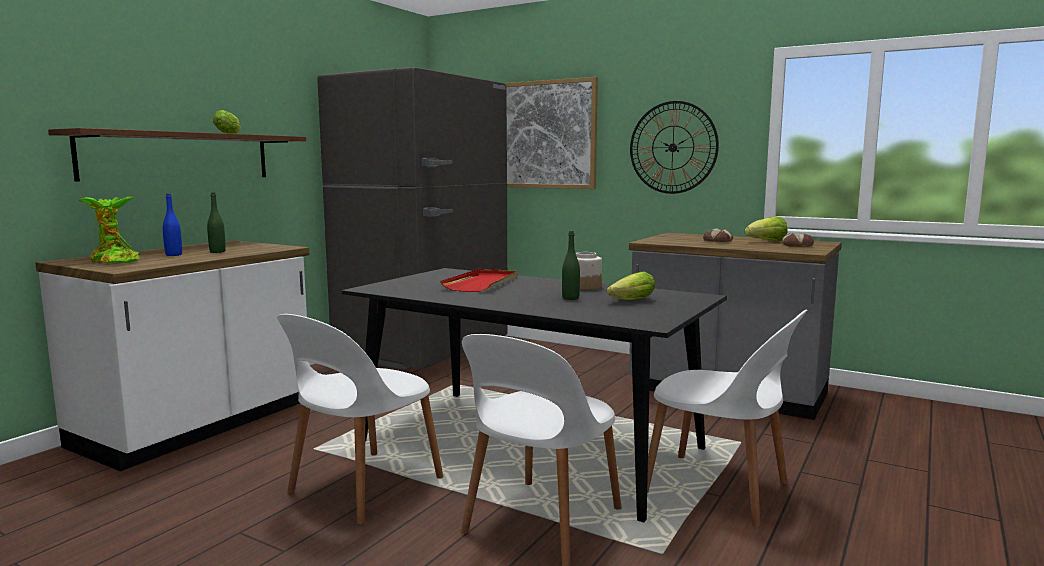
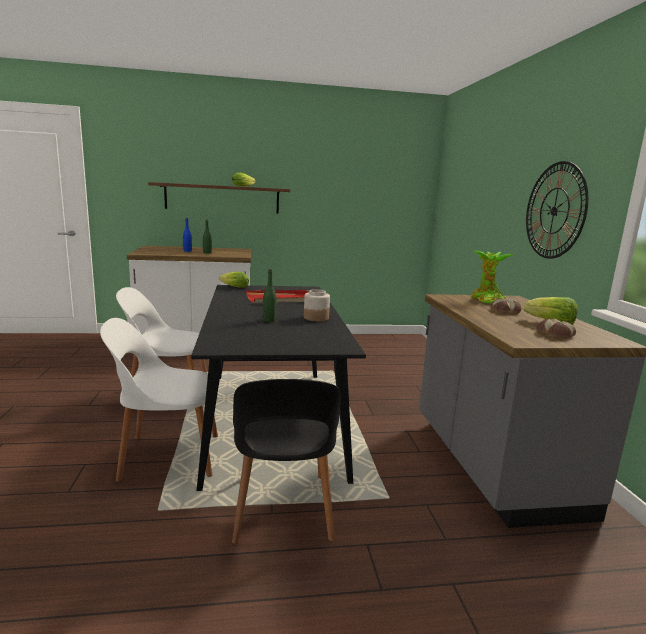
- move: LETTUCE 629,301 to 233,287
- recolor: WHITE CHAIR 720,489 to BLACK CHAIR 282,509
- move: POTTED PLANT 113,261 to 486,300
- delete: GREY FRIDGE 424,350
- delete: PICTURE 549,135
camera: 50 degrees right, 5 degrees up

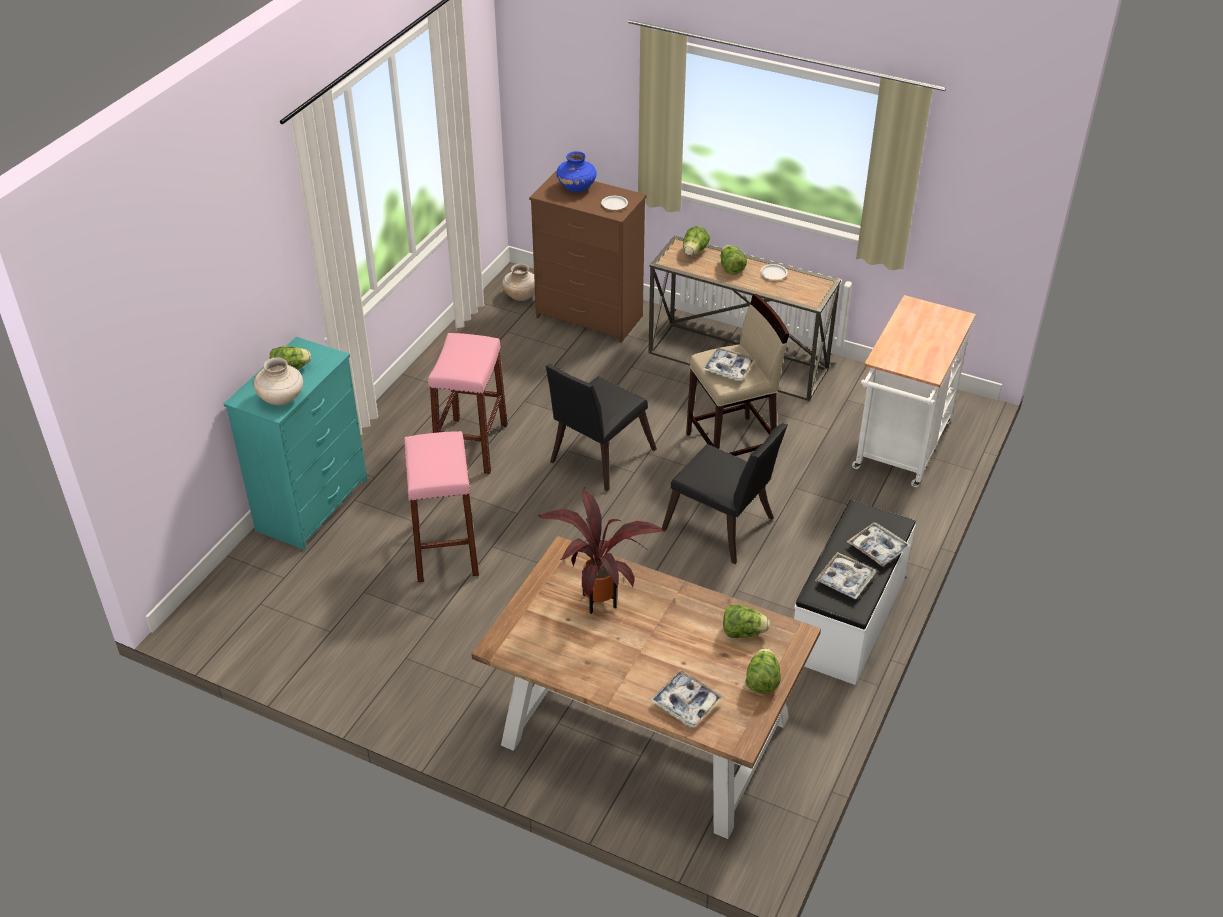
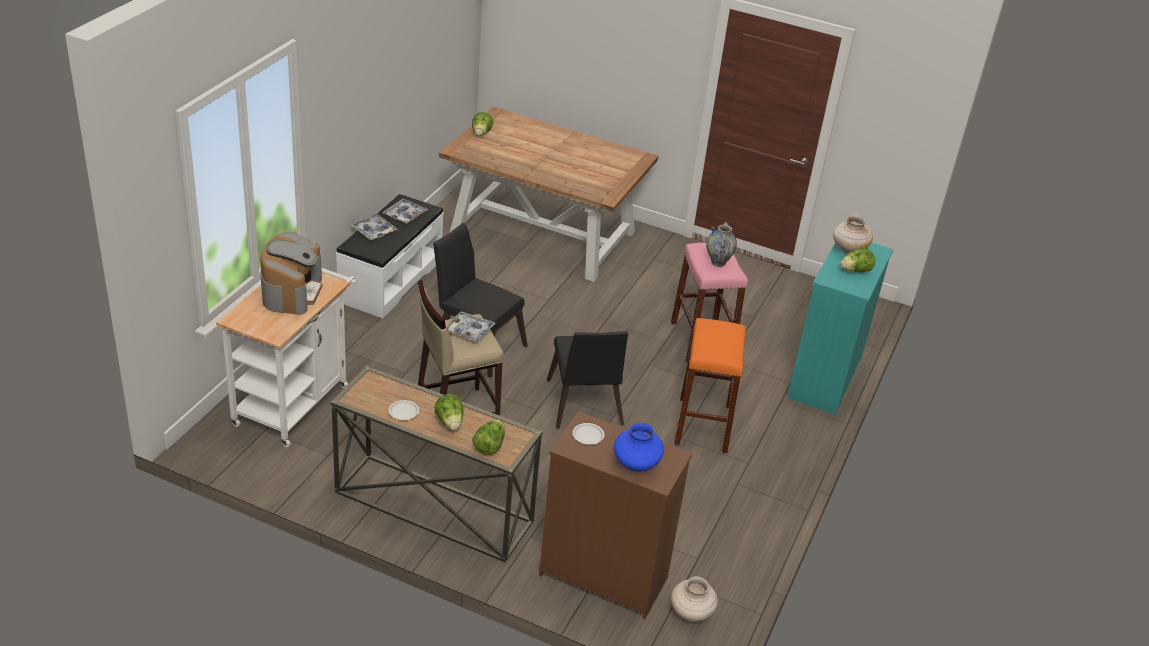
- insert: COFFEE MACHINE 292,292
- rotate: BLACK CHAIR 597,459 = 584,407 135 degrees clockwise
- recolor: PINK STOOL 471,445 to ORANGE STOOL 703,425
- insert: VASE 718,263
- delete: POTTED PLANT 600,598
- delete: TRAY 686,703
- delete: LETTUCE 743,632
camera: 175 degrees right, 5 degrees down

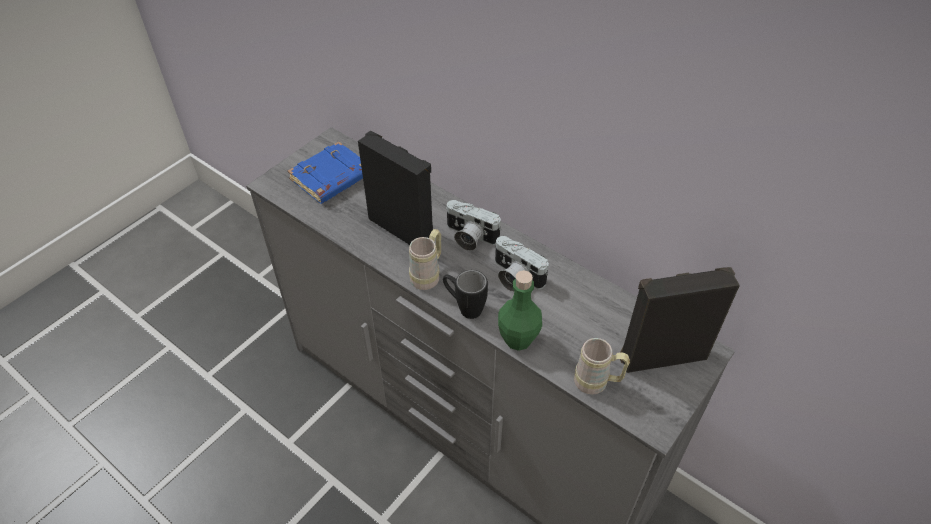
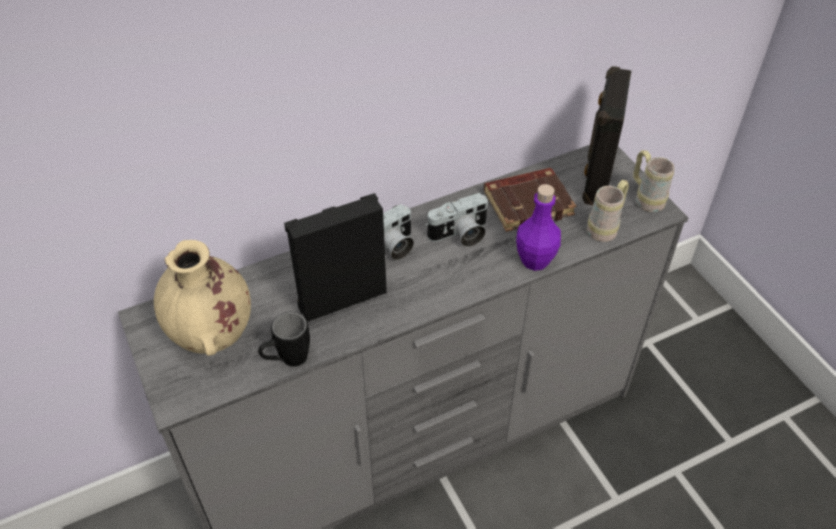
- replace: BLUE BOOK 331,178 to BEIGE VASE 213,337
- move: BLACK MUG 464,307 to 287,361
- insert: BROWN BOOK 528,203
- recolor: GREEN BOTTLE 518,339 to PURPLE BOTTLE 535,260
- move: BEIGE MUG 428,275 to 645,198
camera: 65 degrees left, 0 degrees up

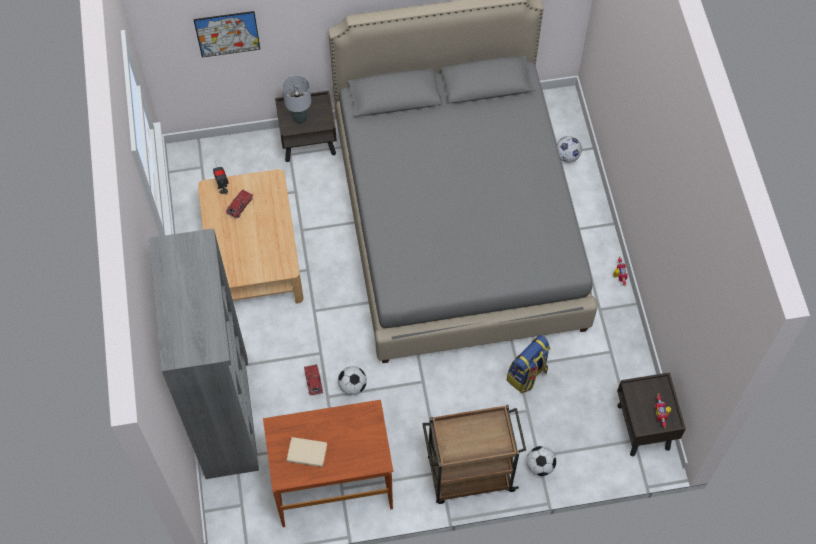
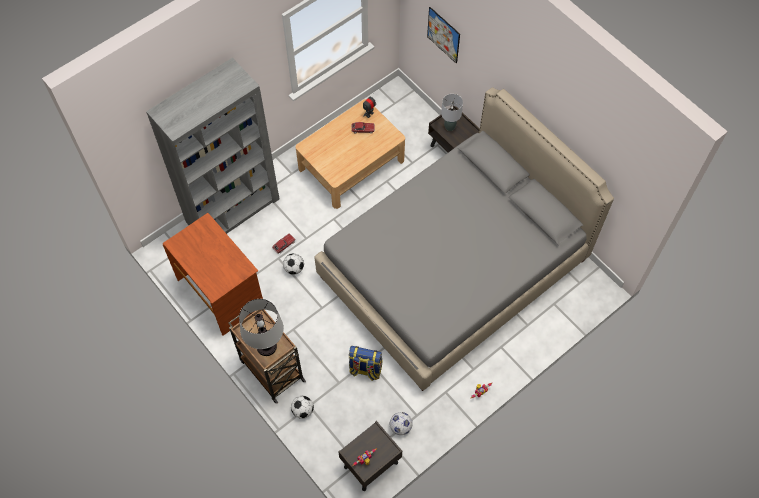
- insert: TABLE LAMP 267,346
- move: FOOTBALL 567,156 to 400,426
- delete: BEIGE BOOK 307,453
camera: 60 degrees right, 0 degrees up

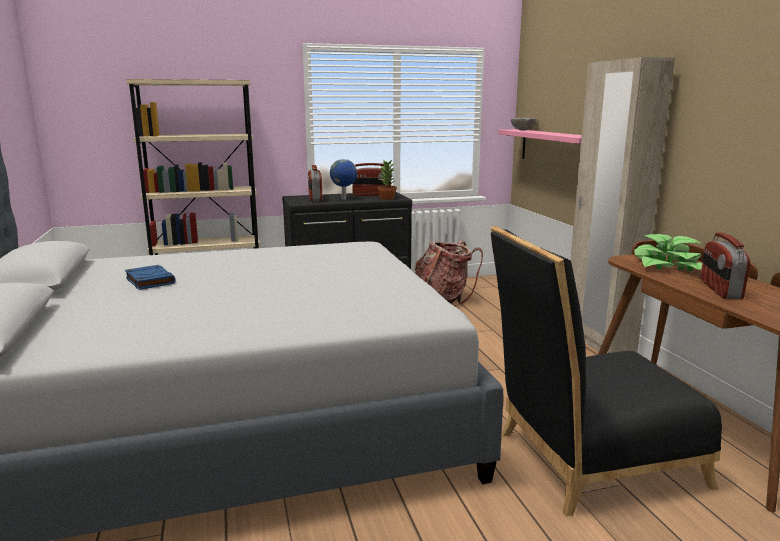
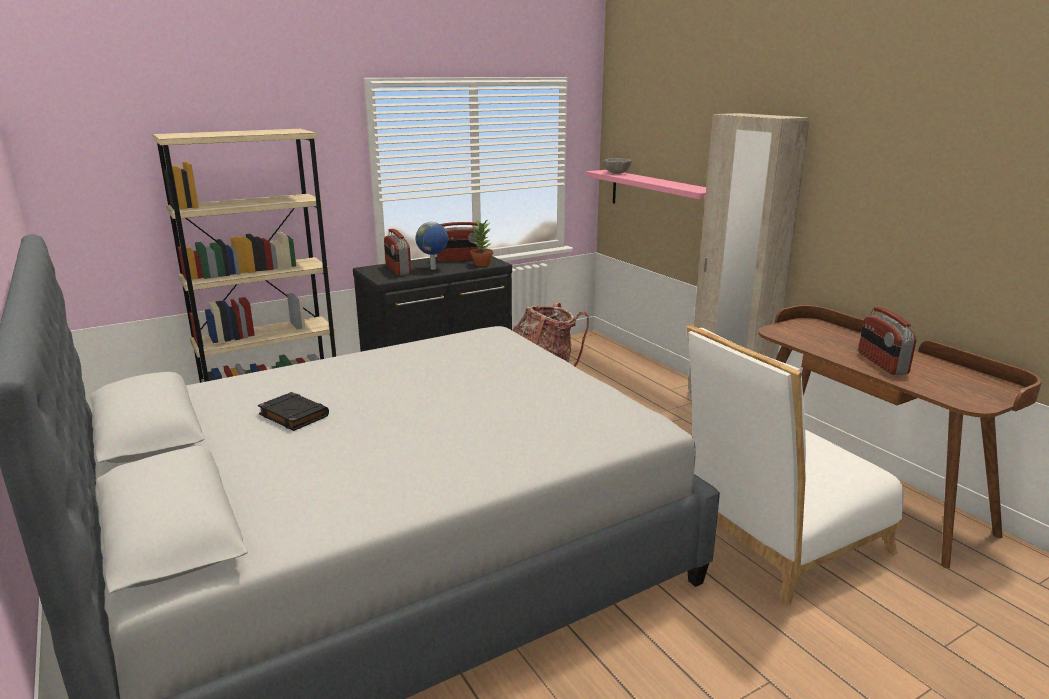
- recolor: BLUE BOOK 149,281 to BLACK BOOK 293,415
- recolor: BLACK CHAIR 588,461 to WHITE CHAIR 778,544
- delete: POTTED PLANT 668,266
camera: 15 degrees left, 5 degrees up

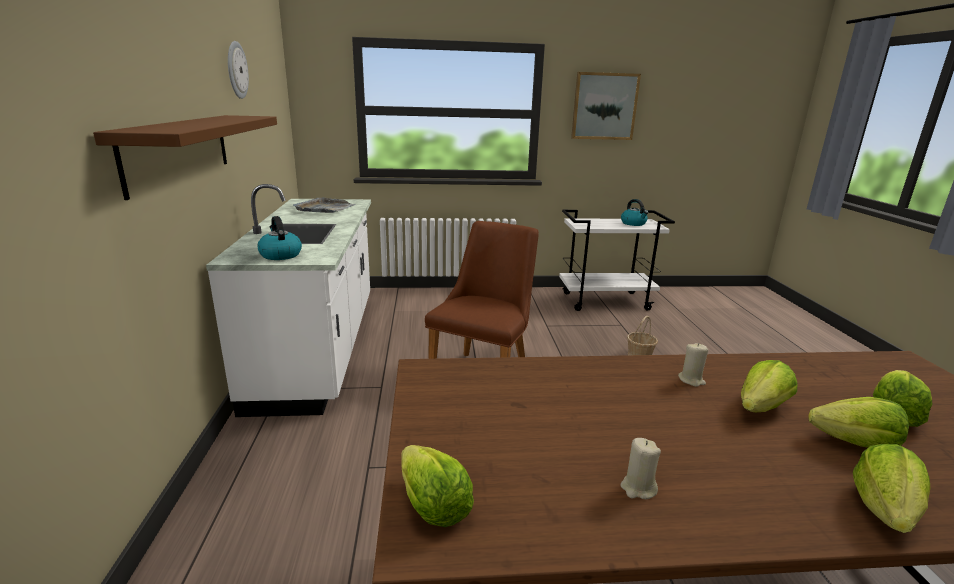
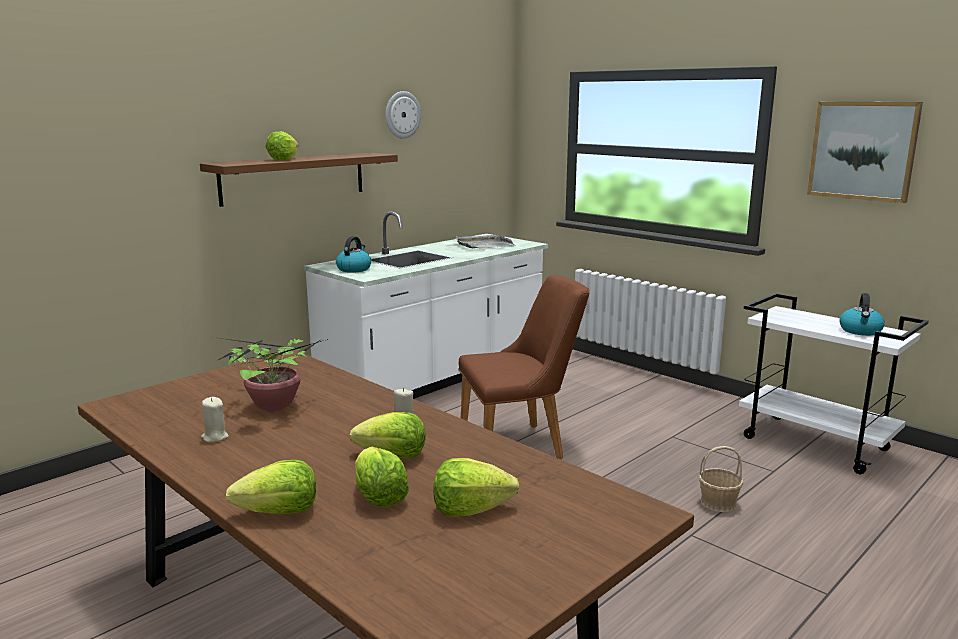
- insert: POTTED PLANT 272,405
- move: LETTUCE 432,506 to 283,159
camera: 50 degrees right, 5 degrees down

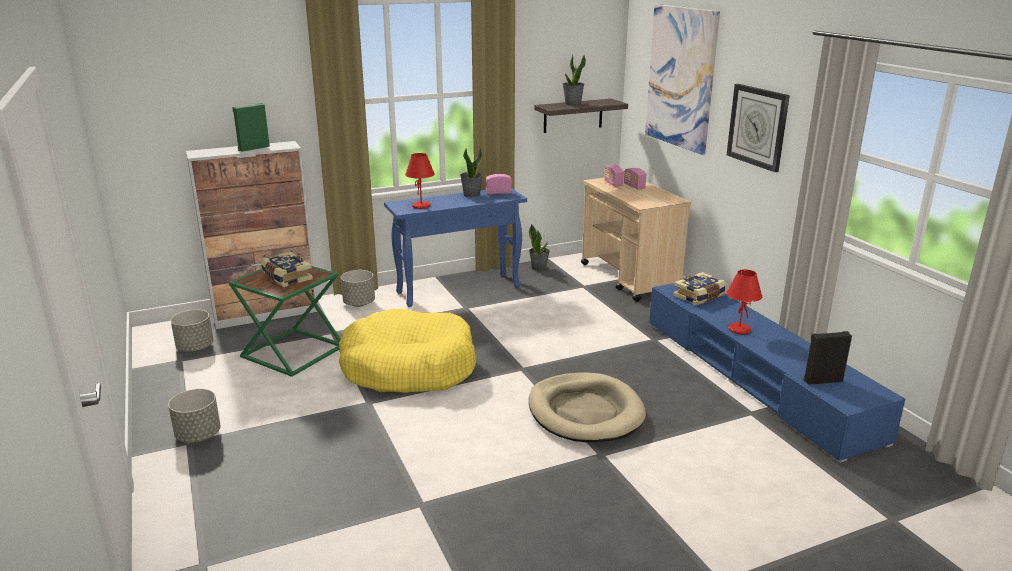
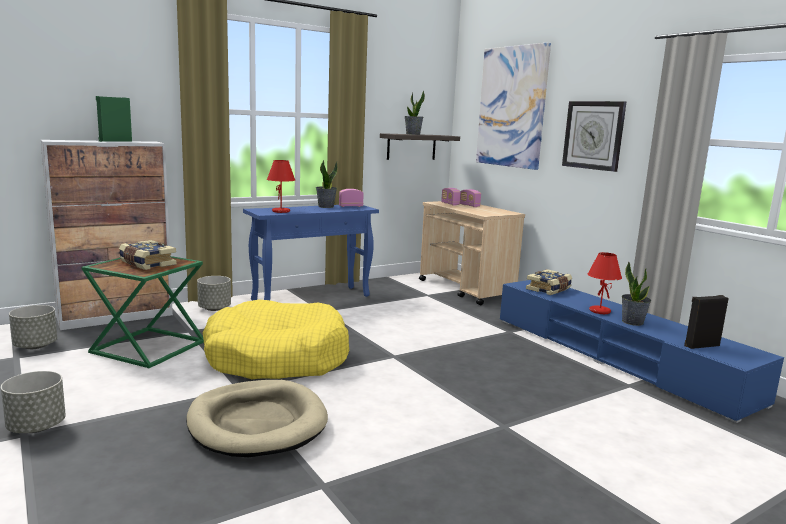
- move: BEIGE DOG BED 585,412 to 257,423
- move: POTTED PLANT 539,268 to 632,322
camera: 10 degrees left, 10 degrees down

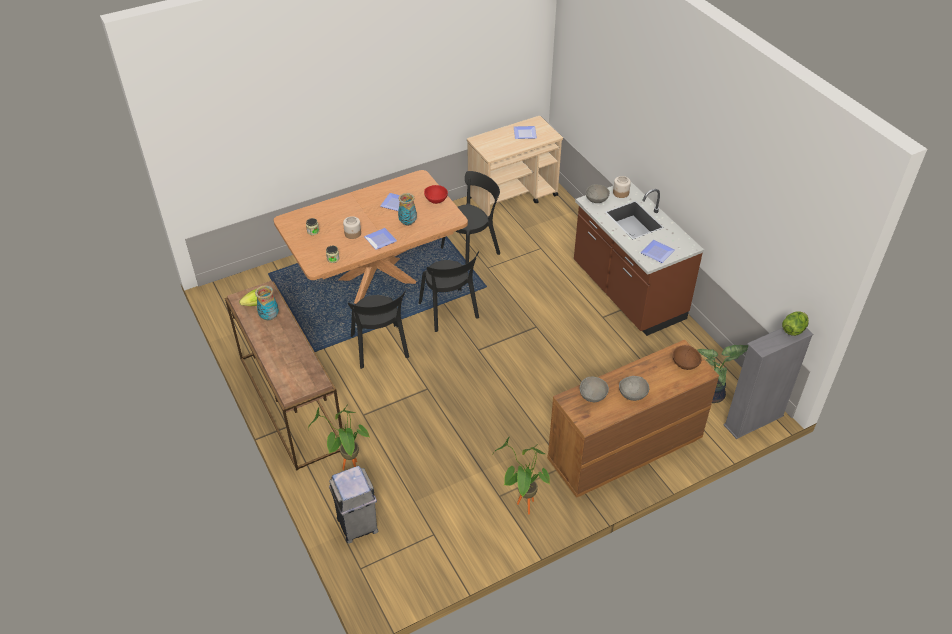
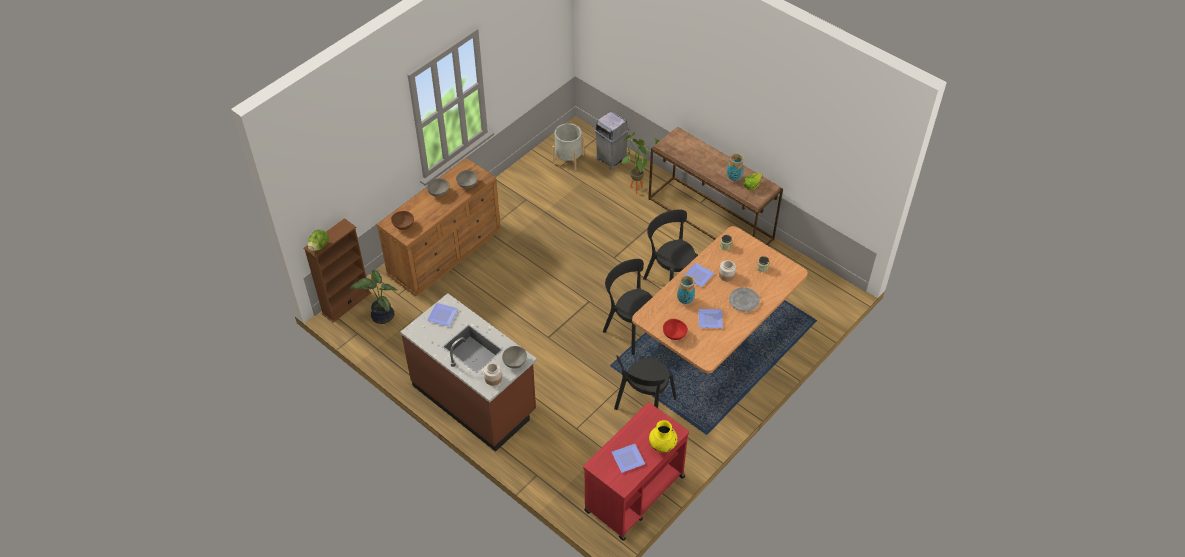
- recolor: GREY BOOKCASE 753,421 to BROWN BOOKCASE 346,303
- insert: GREY PLANTER 568,159
- recolor: BEIGE CART 513,196 to RED CART 634,494
- insert: YELLOW VASE 662,445
- insert: GREY PLATE 744,300
- delete: POTTED PLANT 522,508
camera: 160 degrees right, 5 degrees up

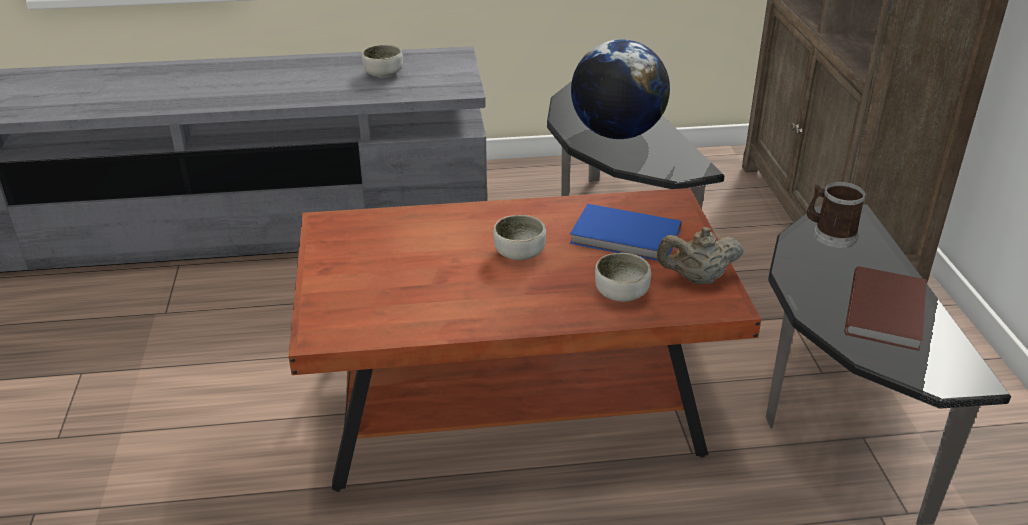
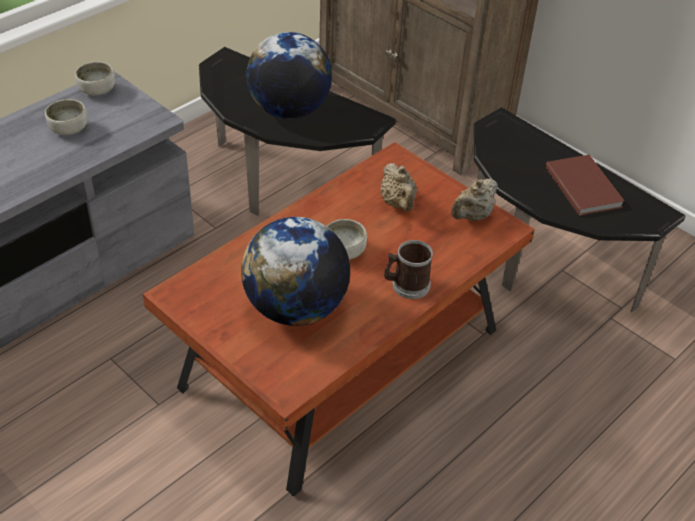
- move: BOWL 621,293 to 97,90
- insert: GLOBE 295,308
- replace: BLUE BOOK 626,238 to BEIGE TEAPOT 398,204
- move: MUG 830,234 to 406,285
camera: 40 degrees left, 10 degrees up

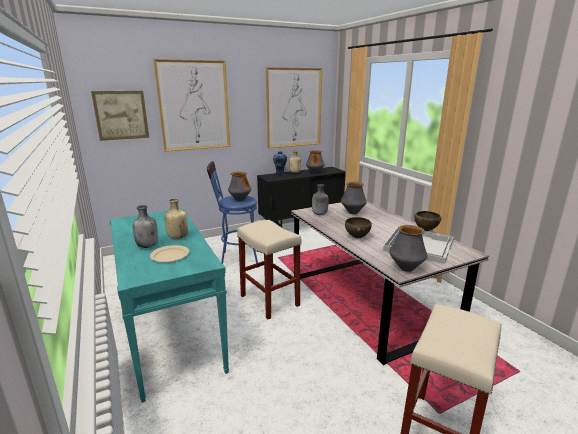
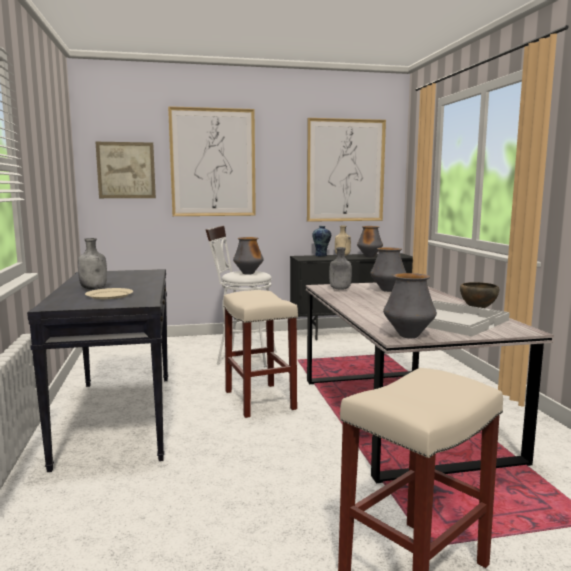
- recolor: TURQUOISE CONSOLE TABLE 170,334 to BLACK CONSOLE TABLE 118,416
- recolor: BLUE STOOL 236,259 to WHITE STOOL 241,357
- delete: BEIGE BOTTLE 177,237
- delete: BROWN BOWL 357,237
camera: 15 degrees right, 10 degrees down

